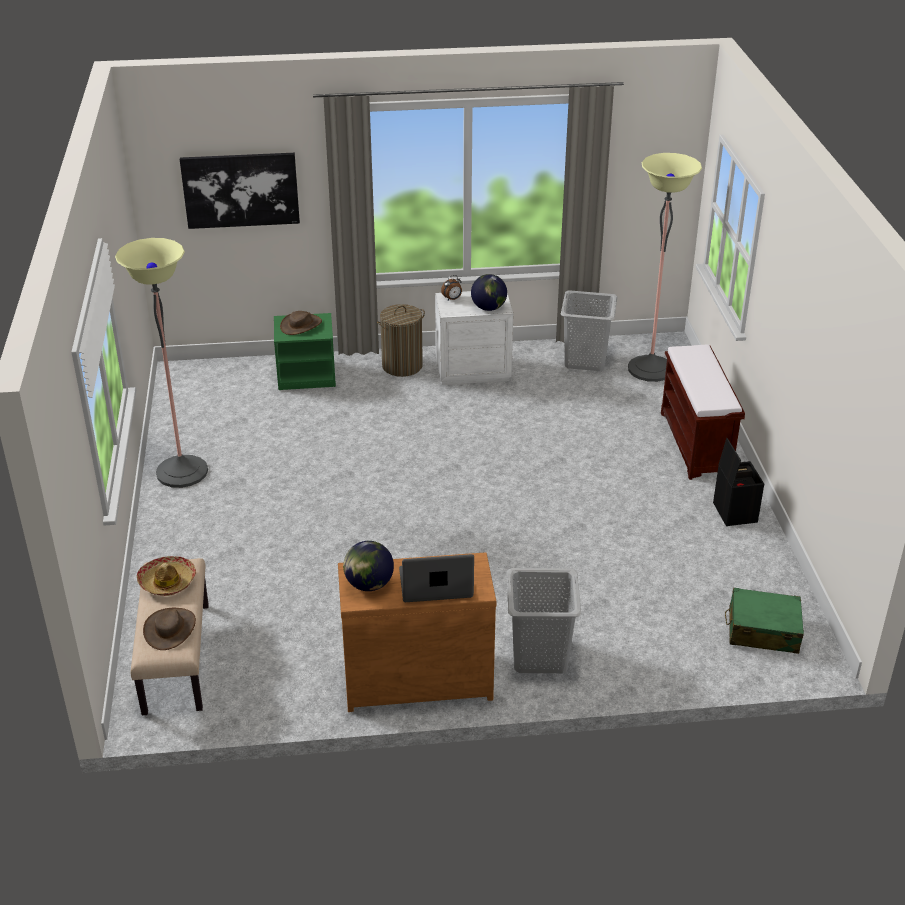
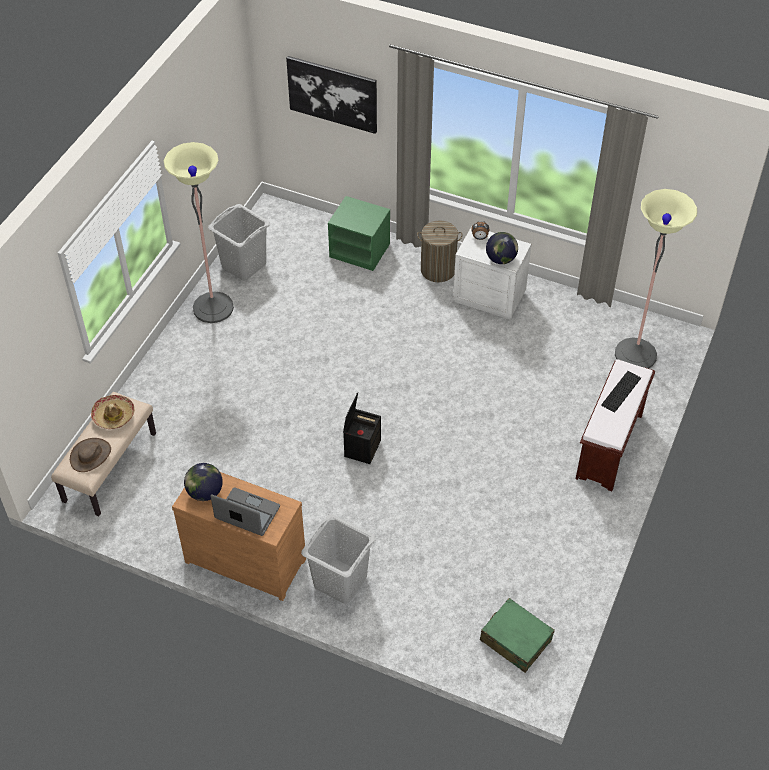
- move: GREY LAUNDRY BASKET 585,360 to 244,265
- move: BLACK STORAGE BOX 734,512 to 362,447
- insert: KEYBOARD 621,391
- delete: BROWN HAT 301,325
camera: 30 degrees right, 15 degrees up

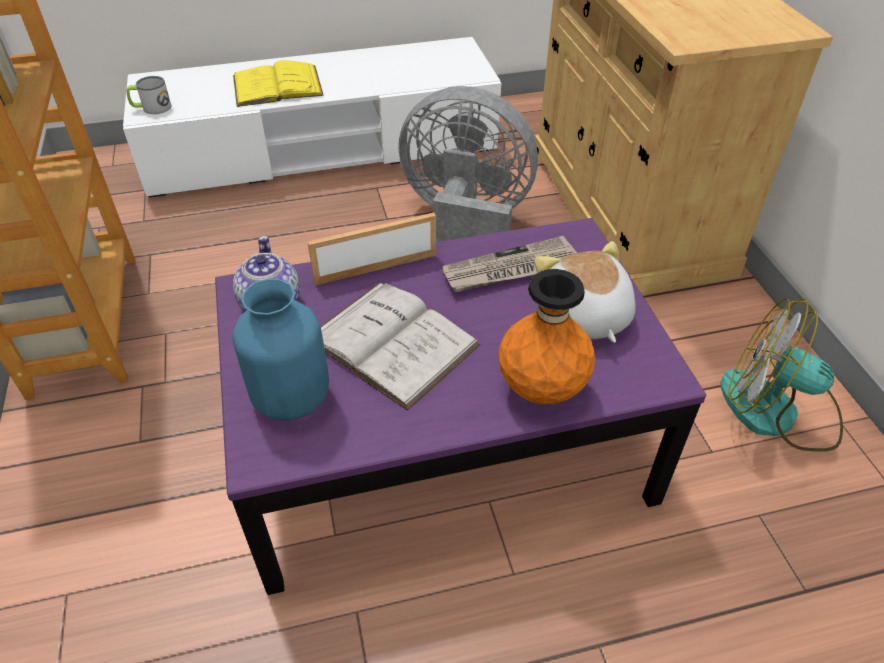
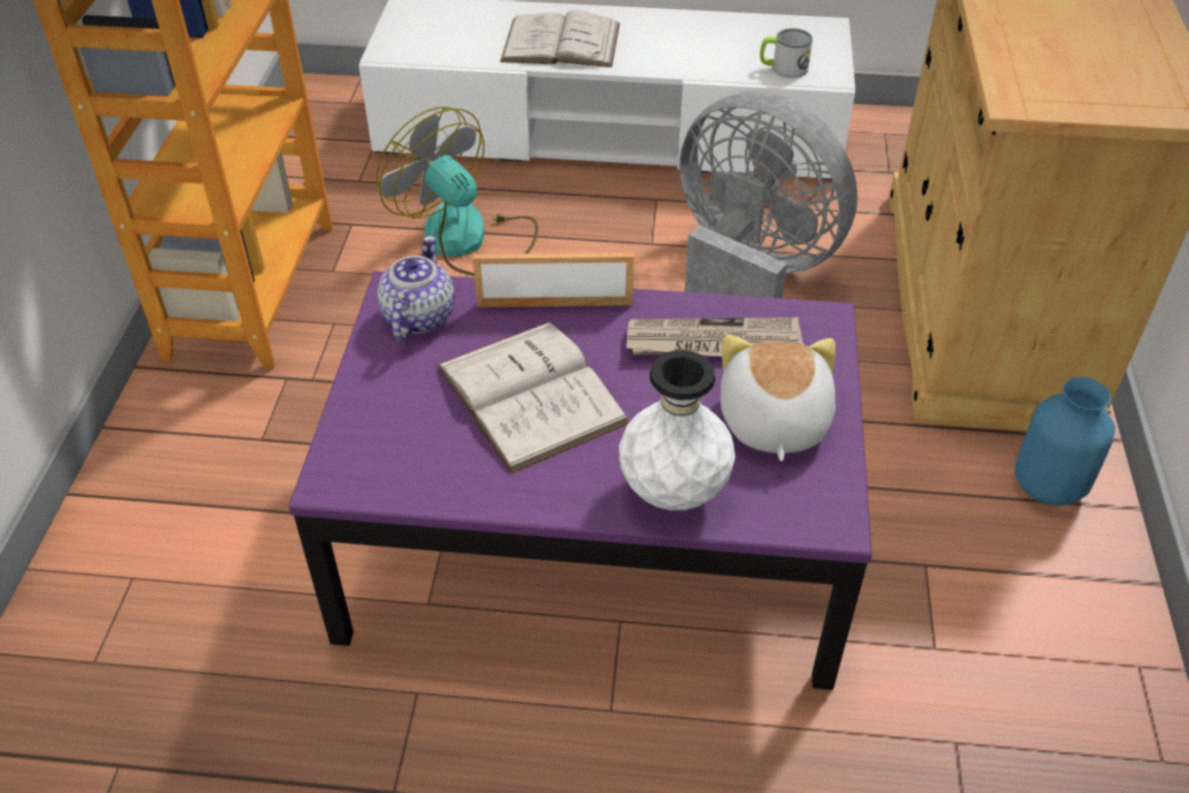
- move: FAN 777,411 to 468,240
- recolor: YELLOW BOOK 277,85 to WHITE BOOK 561,42
- recolor: ORANGE VASE 541,389 to WHITE VASE 673,492
- move: MUG 151,108 to 783,68
- move: BLUE VASE 290,398 to 1047,485
camera: 20 degrees right, 0 degrees up

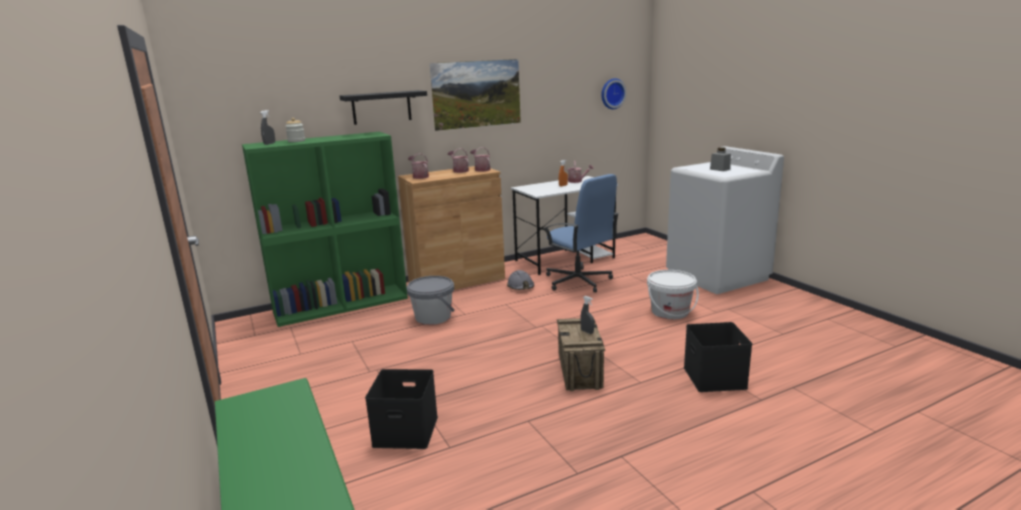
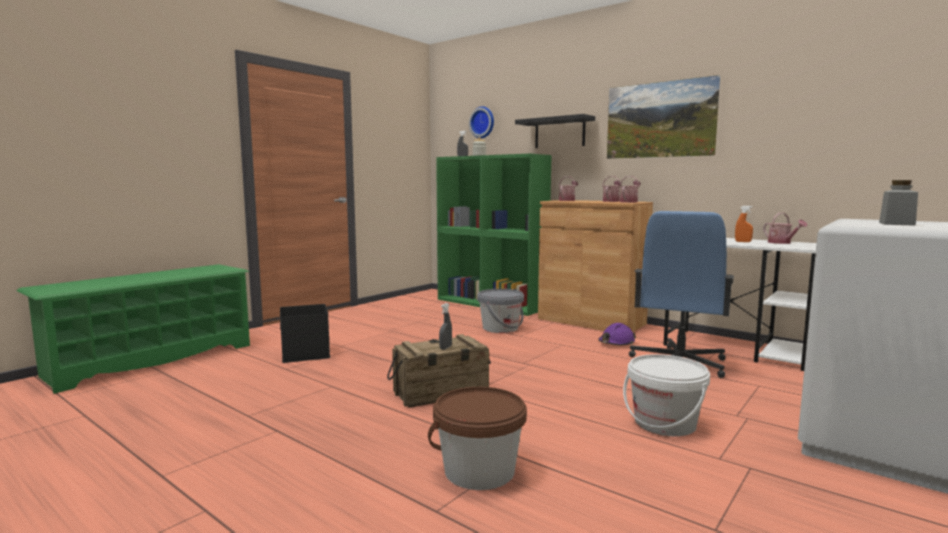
- replace: BLACK STORAGE BOX 716,378 to BROWN BUCKET 479,471
- move: WALL CLOCK 612,93 to 483,122
- recolor: GREY HARD HAT 520,287 to PURPLE HARD HAT 616,343
camera: 65 degrees right, 10 degrees down

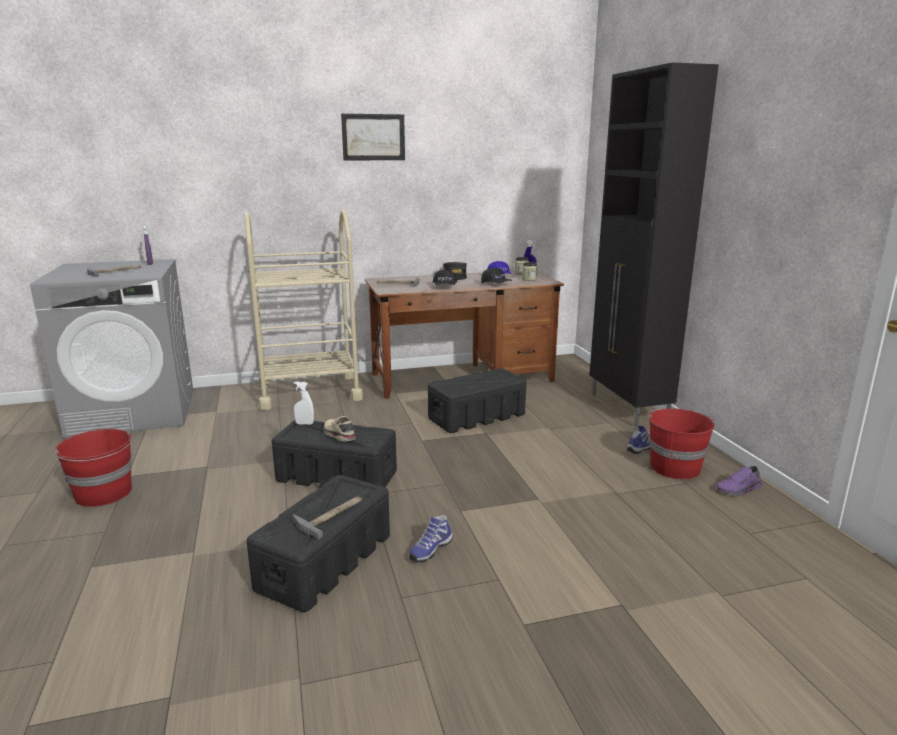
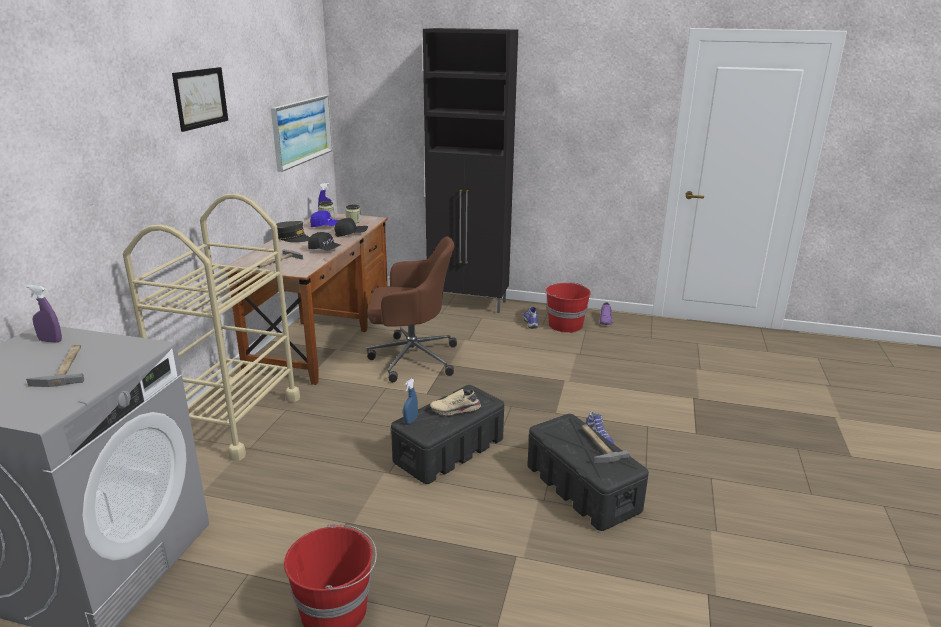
- insert: PICTURE 301,131
- replace: BLACK STORAGE BOX 476,417 to BROWN OFFICE CHAIR 411,358
- recolor: WHITE SPRAY BOTTLE 304,424 to BLUE SPRAY BOTTLE 410,420
camera: 60 degrees left, 5 degrees up

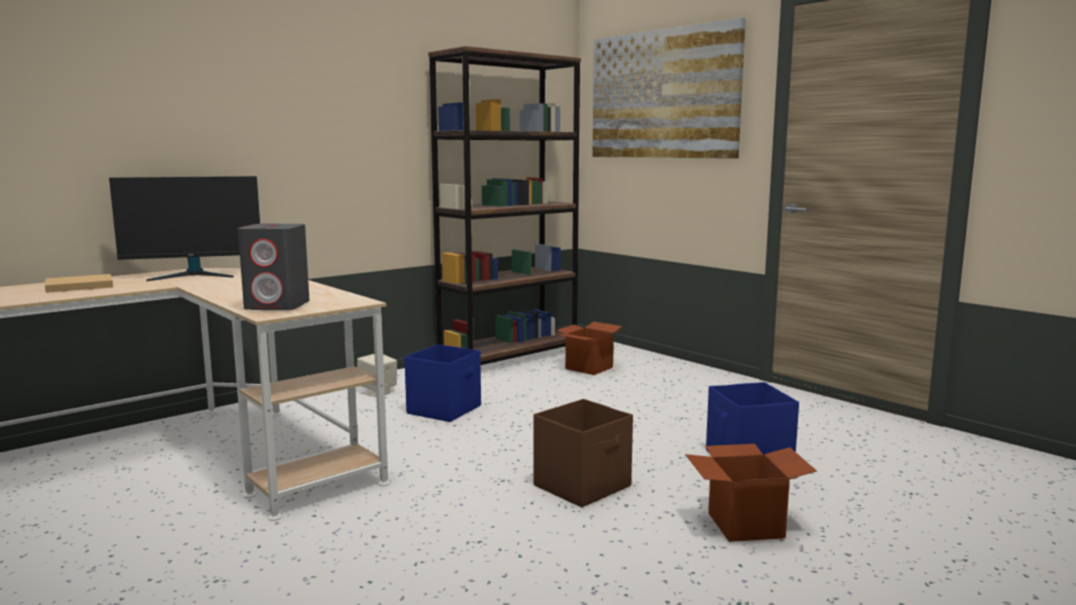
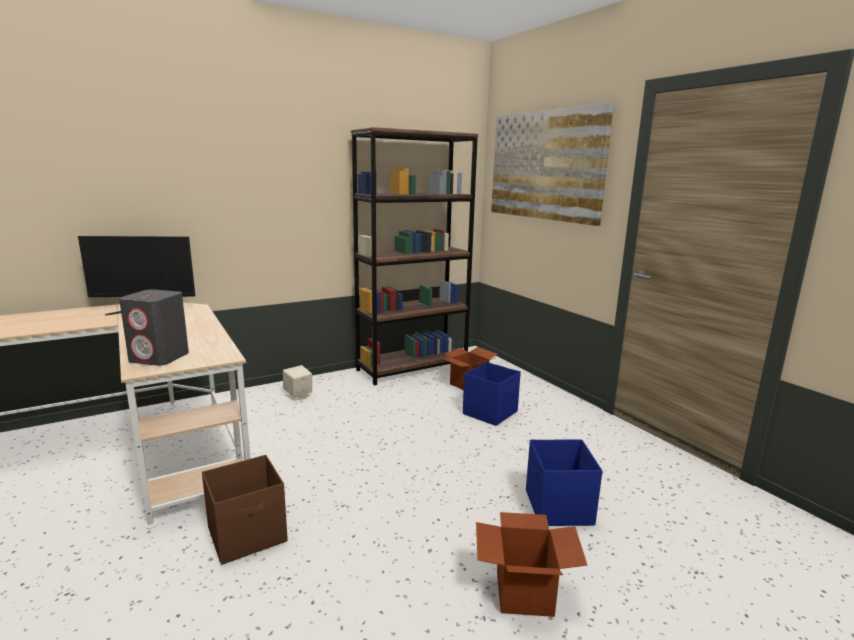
- move: BROWN STORAGE BOX 583,486 to 248,535
- move: BLUE STORAGE BOX 445,409 to 491,412
- delete: BEIGE BOOK 77,286
camera: 10 degrees right, 5 degrees up

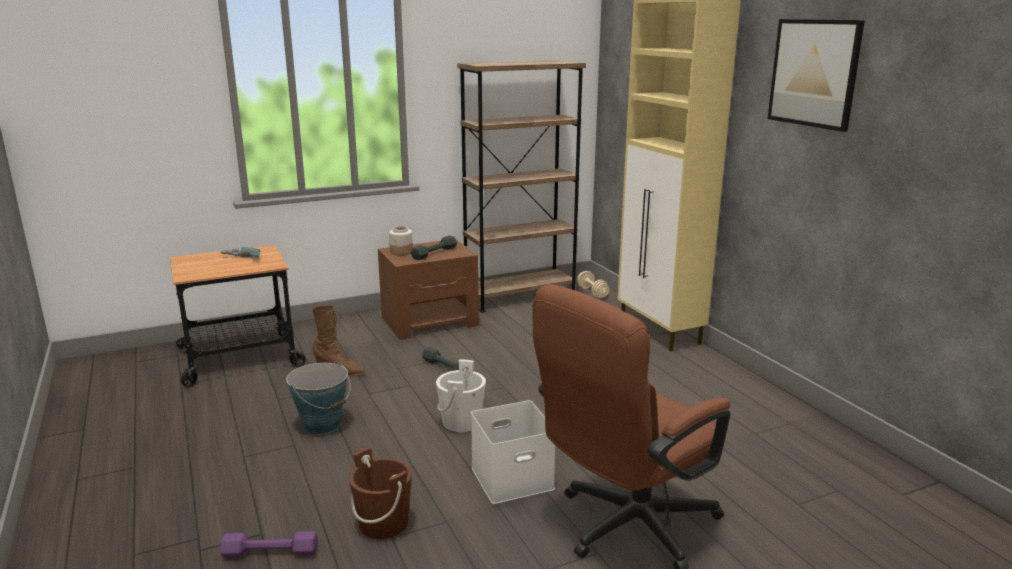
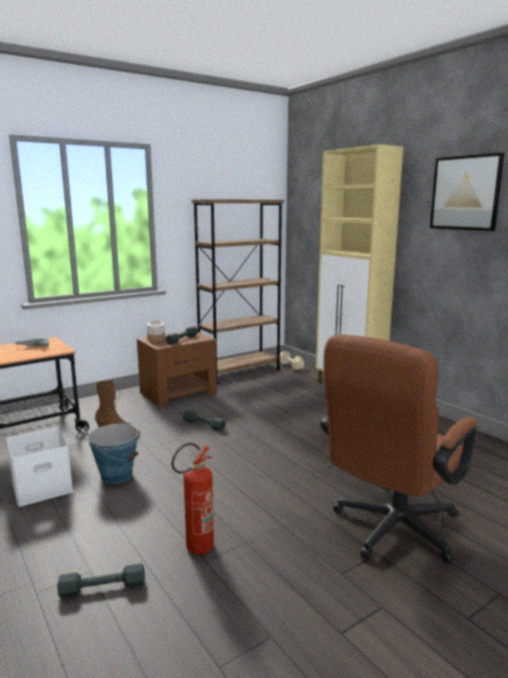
- move: WHITE STORAGE BOX 513,477 to 43,486
- recolor: PURPLE DUMBBELL 270,552 to GREY DUMBBELL 102,587
- replace: BROWN BUCKET 383,523 to FIRE EXTINGUISHER 195,550
- delete: WHITE BUCKET 461,422
camera: 10 degrees left, 5 degrees down

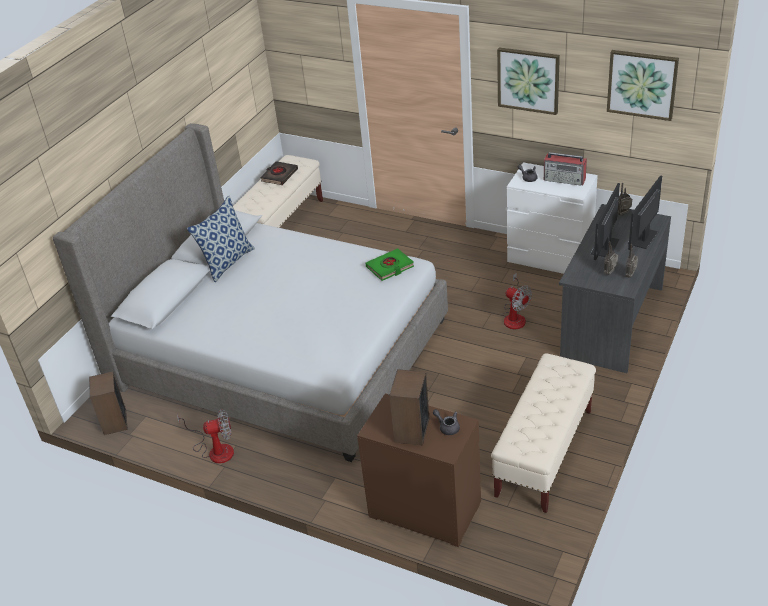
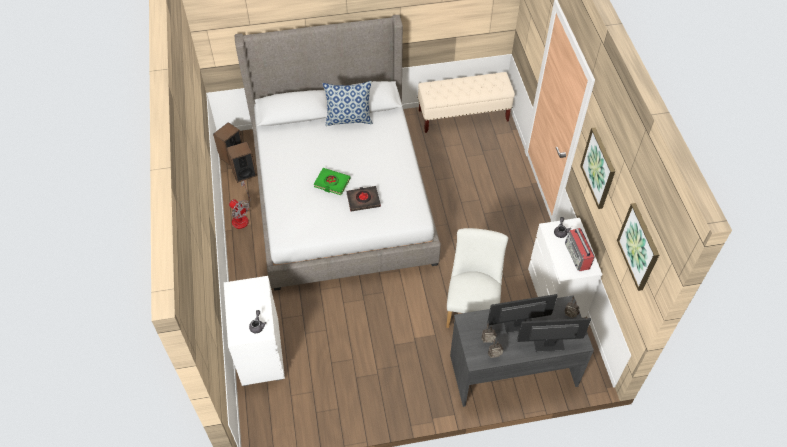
- recolor: BROWN DRESSER 424,510 to WHITE DRESSER 260,351
- move: SPEAKER 411,430 to 244,173
- move: GREEN BOOK 390,267 to 332,183
- move: BLACK BOOK 279,175 to 363,200
- replace: FAN 515,316 to WHITE CHAIR 472,306
- delete: BEIGE BENCH 544,453
camera: 50 degrees right, 15 degrees up

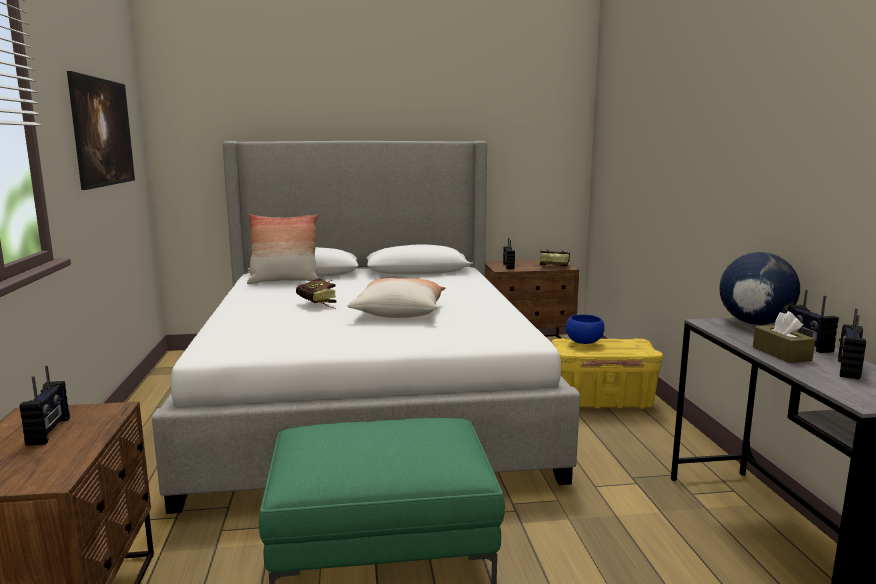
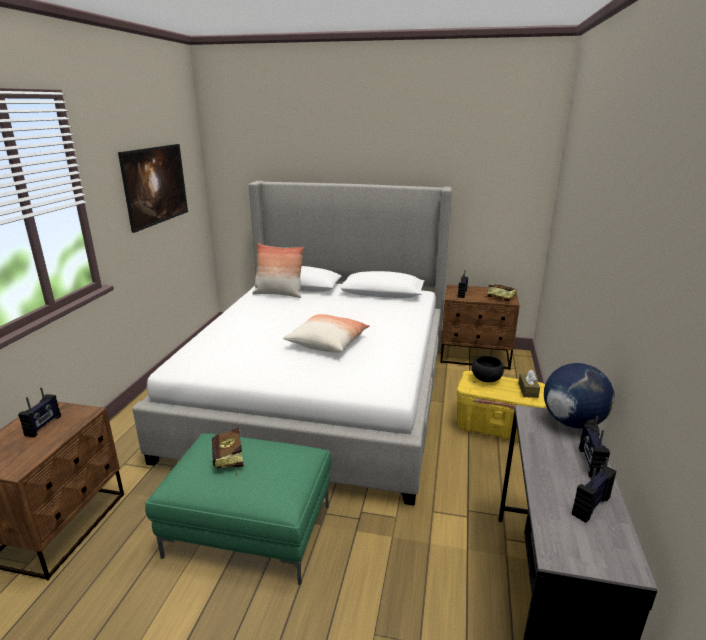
- move: BOOK 319,305 to 229,463
- recolor: BLUE BOWL 584,342 to BLACK BOWL 486,380
- move: BROWN TISSUE BOX 781,353 to 528,390
camera: 20 degrees right, 10 degrees up

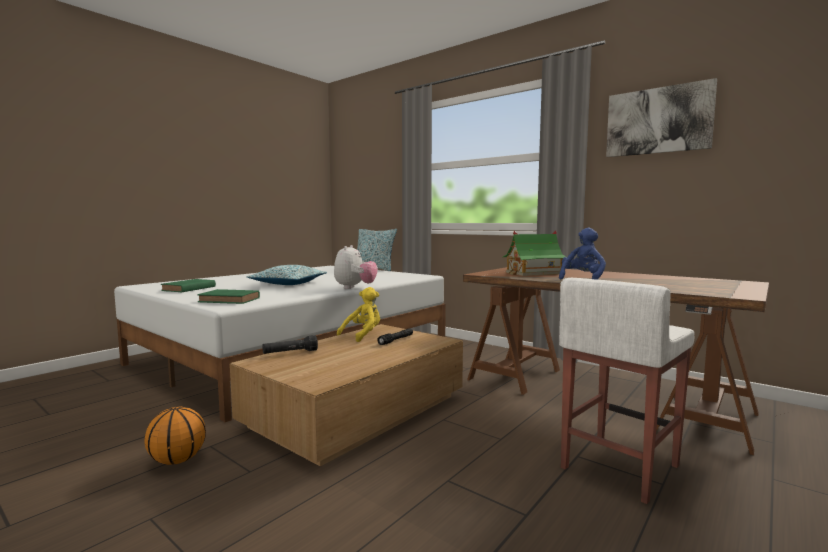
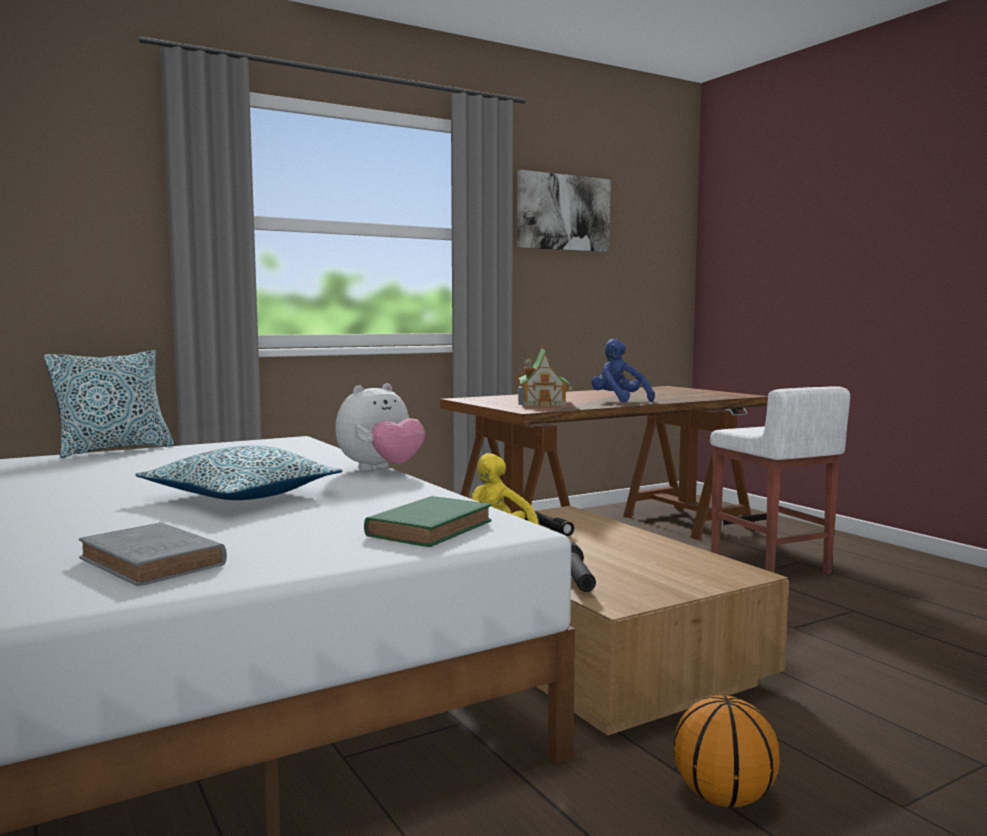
- recolor: GREEN BOOK 188,289 to GREY BOOK 154,563
- rotate: PLUSH TOY 355,288 = 381,470 105 degrees clockwise
camera: 70 degrees left, 0 degrees up

